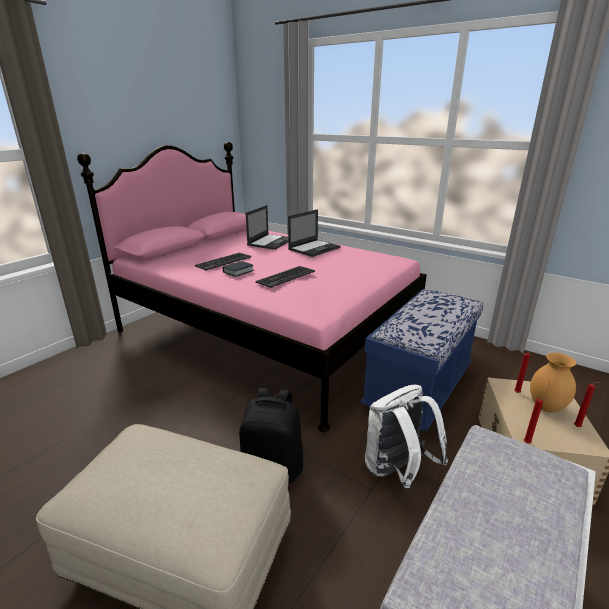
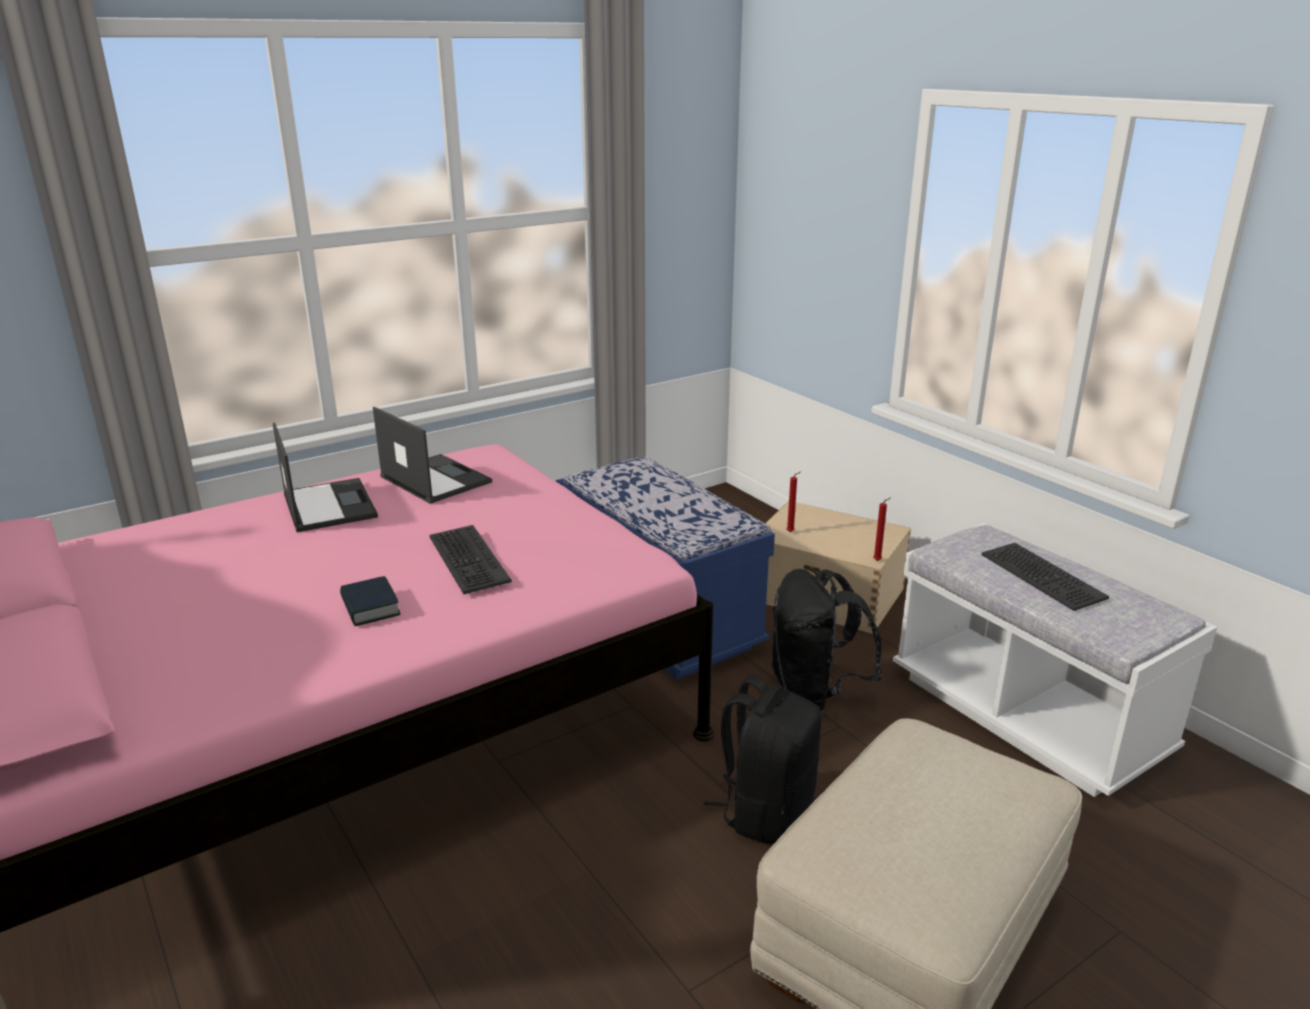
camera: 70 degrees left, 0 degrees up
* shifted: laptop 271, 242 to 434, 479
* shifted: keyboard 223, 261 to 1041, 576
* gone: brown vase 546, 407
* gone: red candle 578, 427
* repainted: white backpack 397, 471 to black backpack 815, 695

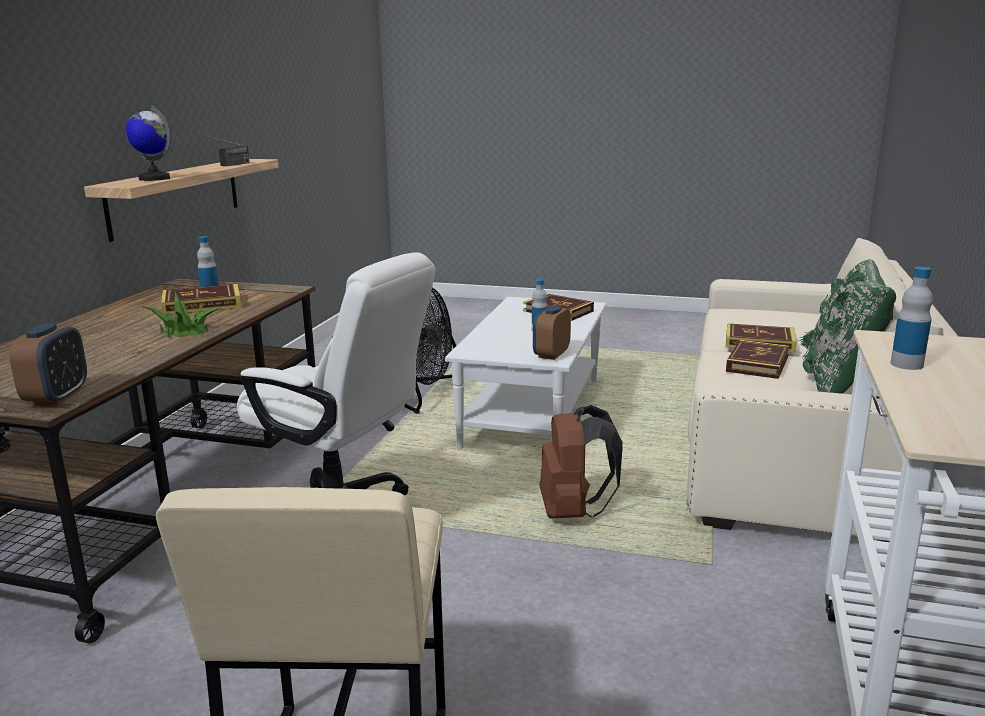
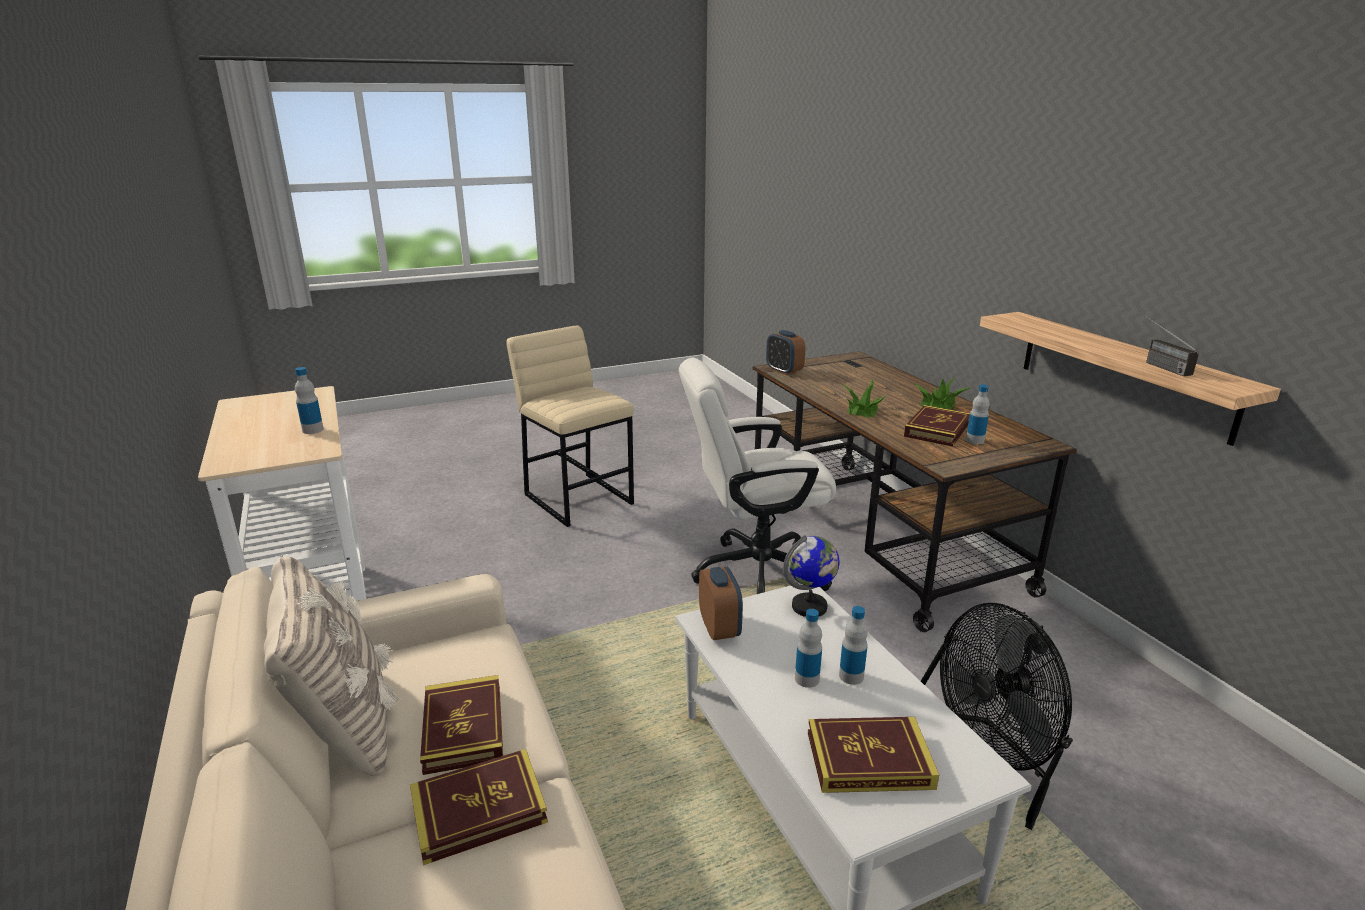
camera: 140 degrees right, 5 degrees up
* shifted: globe 154, 178 to 809, 607
* repainted: green pillow 836, 383 to beige pillow 348, 725
* gone: brown backpack 573, 512
* new: potted plant 938, 404
* new: bottle 851, 676

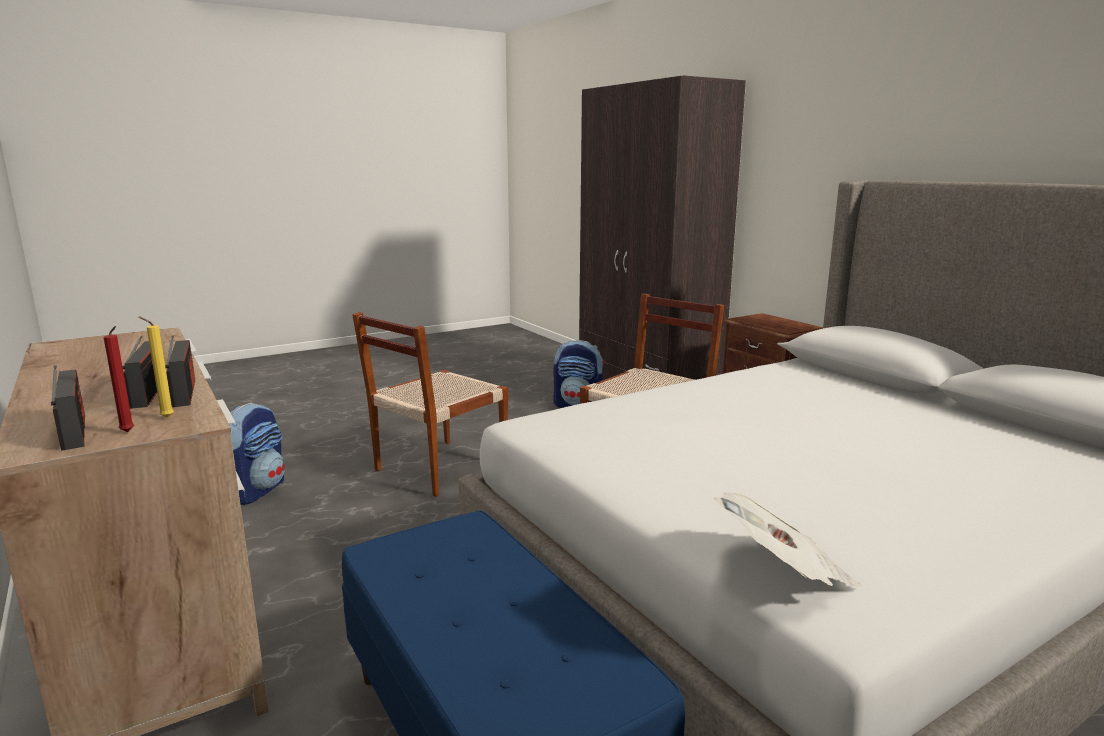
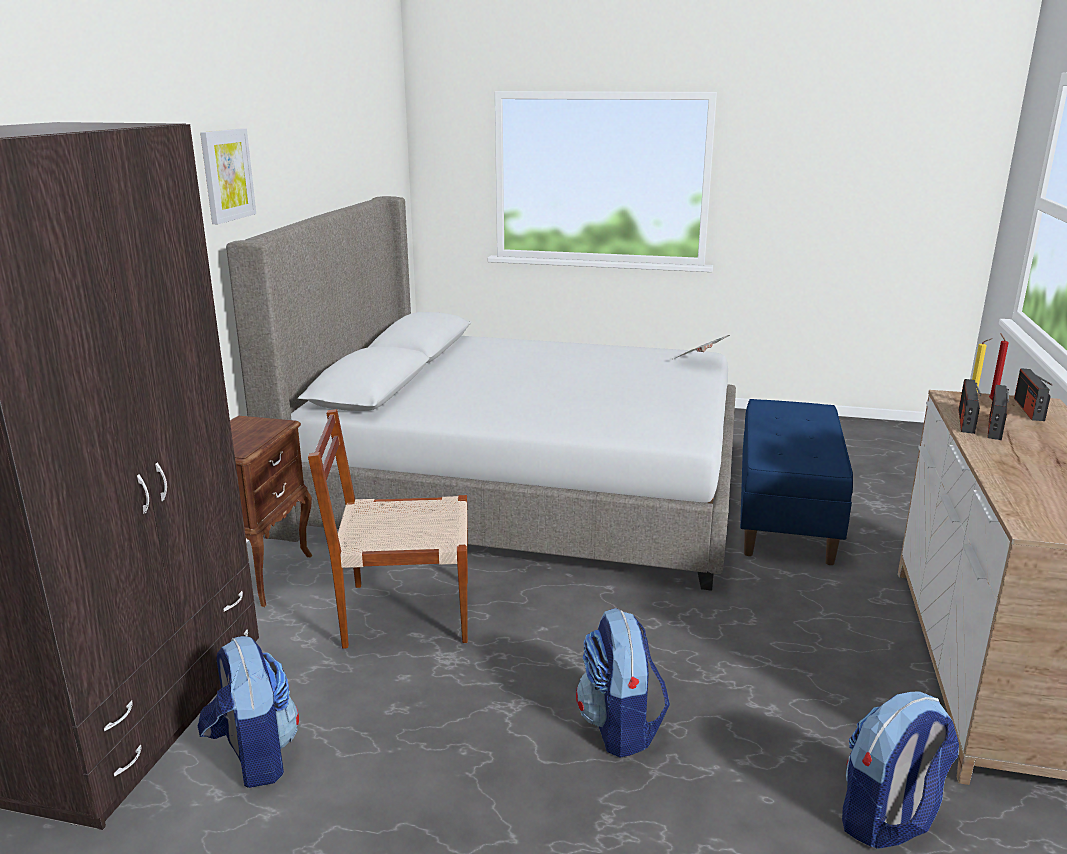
camera: 135 degrees left, 5 degrees up
* swapped: chair 438, 469 to backpack 620, 727
* new: picture 227, 175

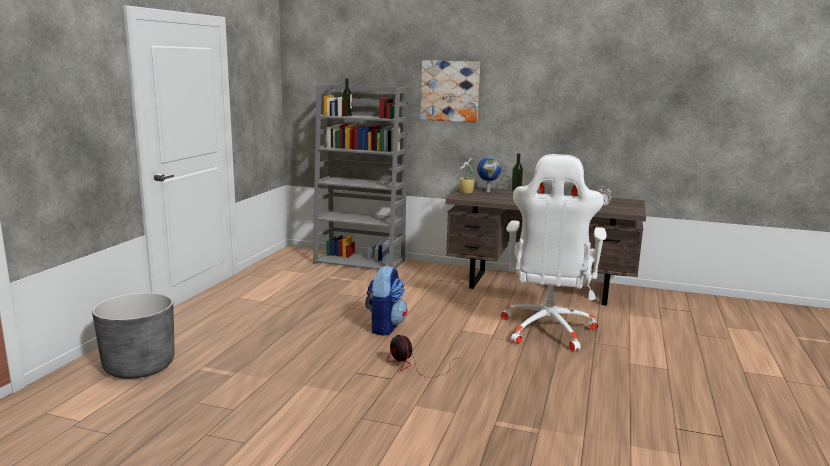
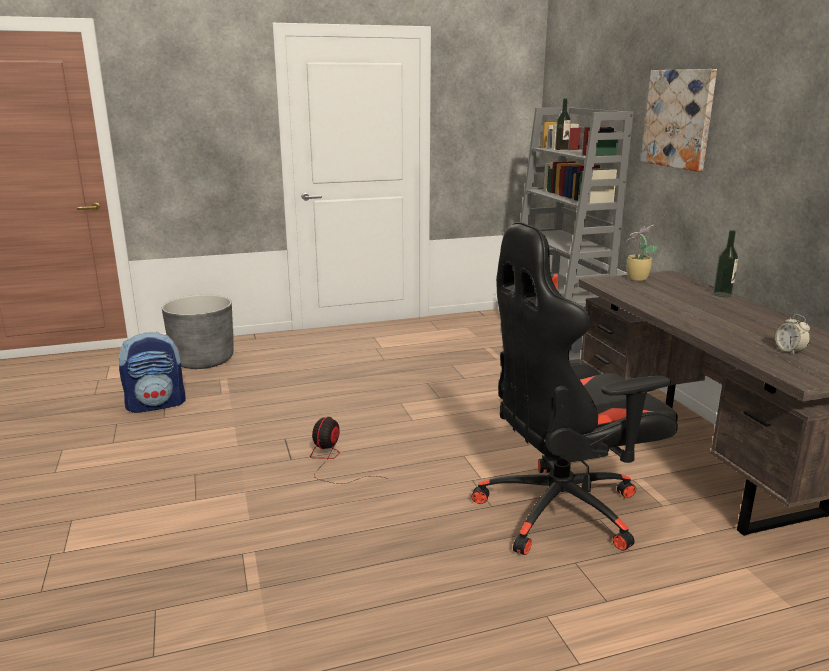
camera: 55 degrees right, 5 degrees up
* repainted: white office chair 548, 326 to black office chair 570, 508
* gone: globe 488, 192
* shifted: backpack 385, 326 to 157, 404

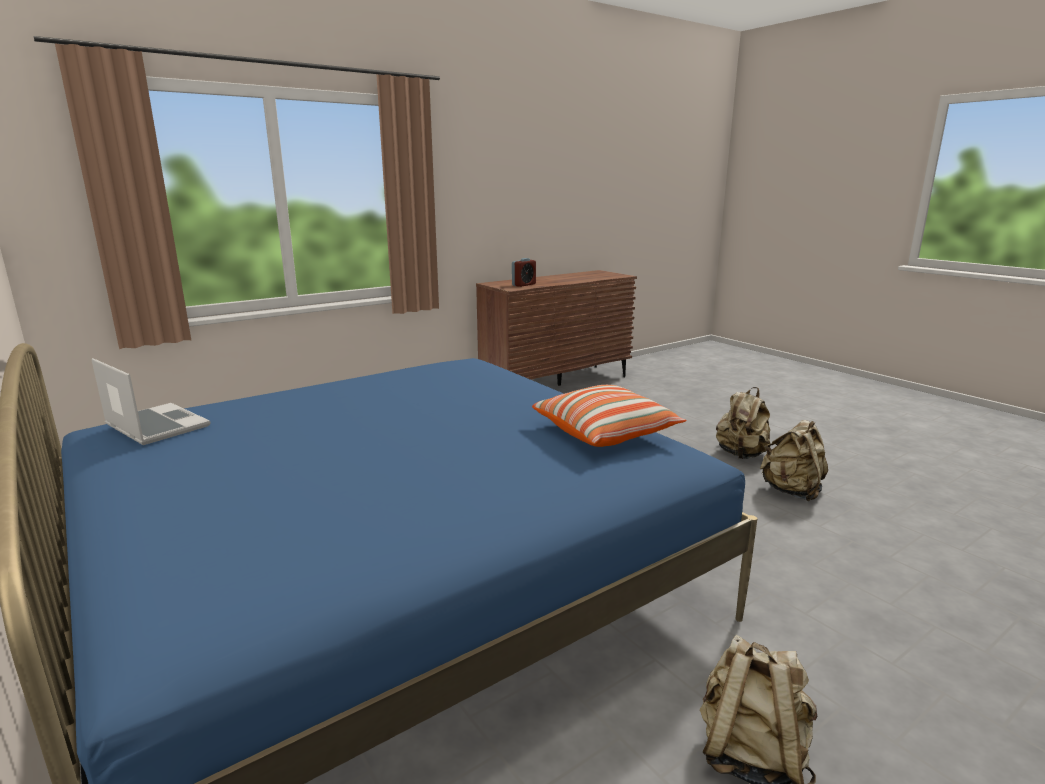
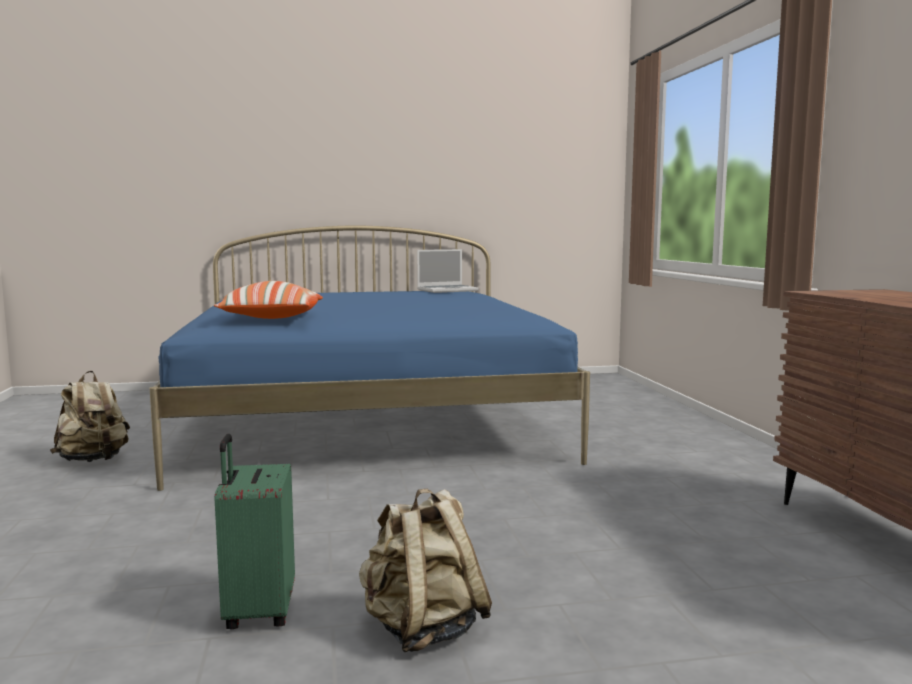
camera: 115 degrees right, 10 degrees down
* gone: alarm clock 524, 285
* swapped: beige backpack 791, 491 to green suitcase 258, 611

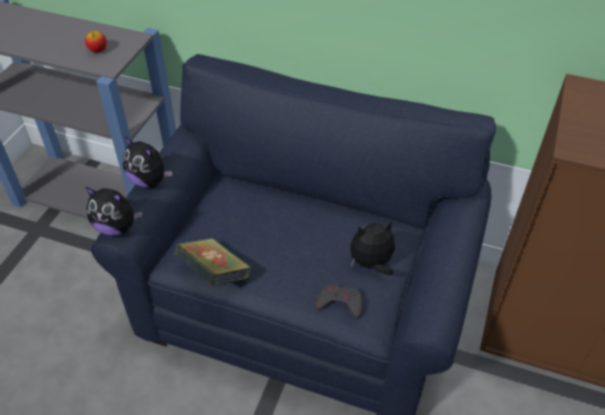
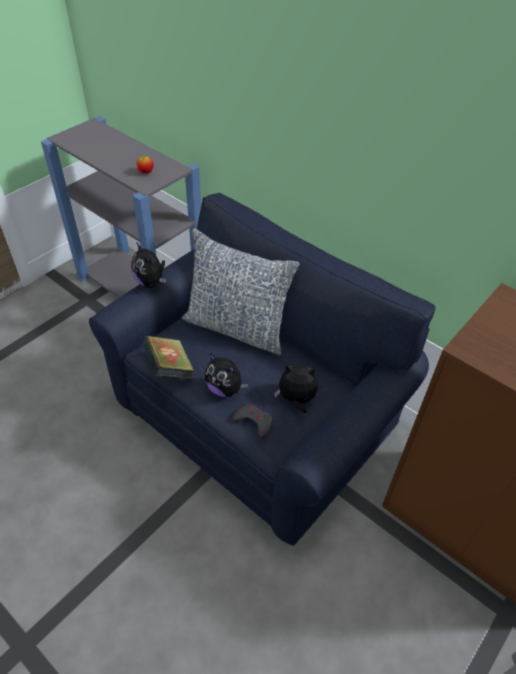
camera: 20 degrees right, 0 degrees up
* shifted: plush toy 116, 227 to 225, 389
* new: pillow 237, 327

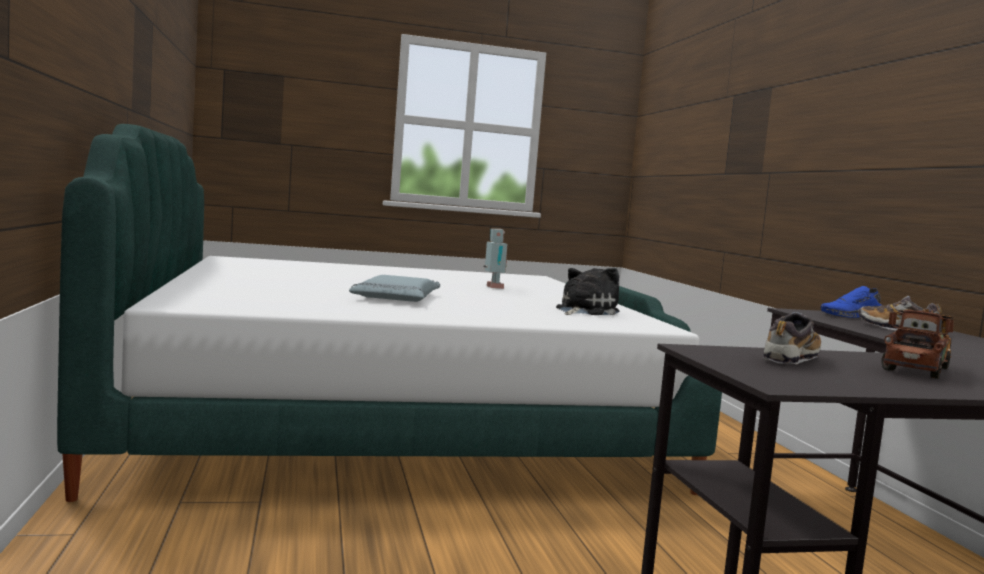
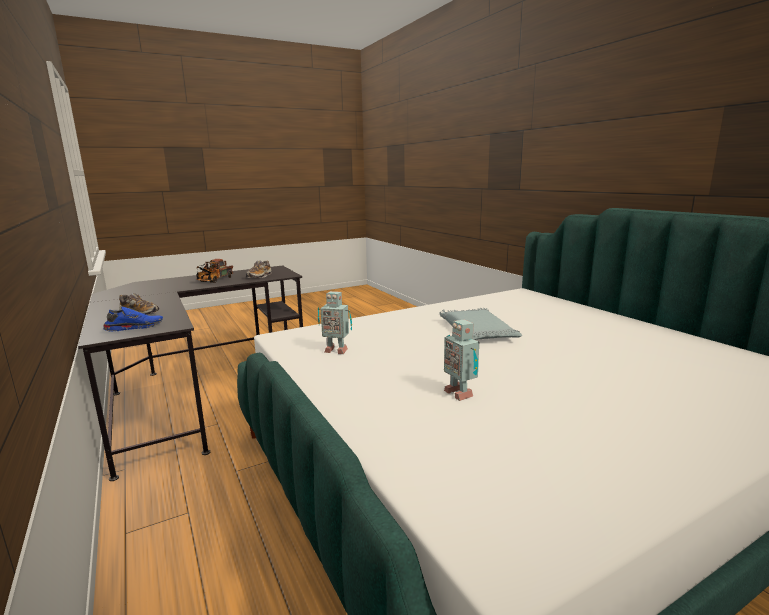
camera: 165 degrees right, 10 degrees up
* swapped: plush toy 584, 311 to toy robot 336, 350

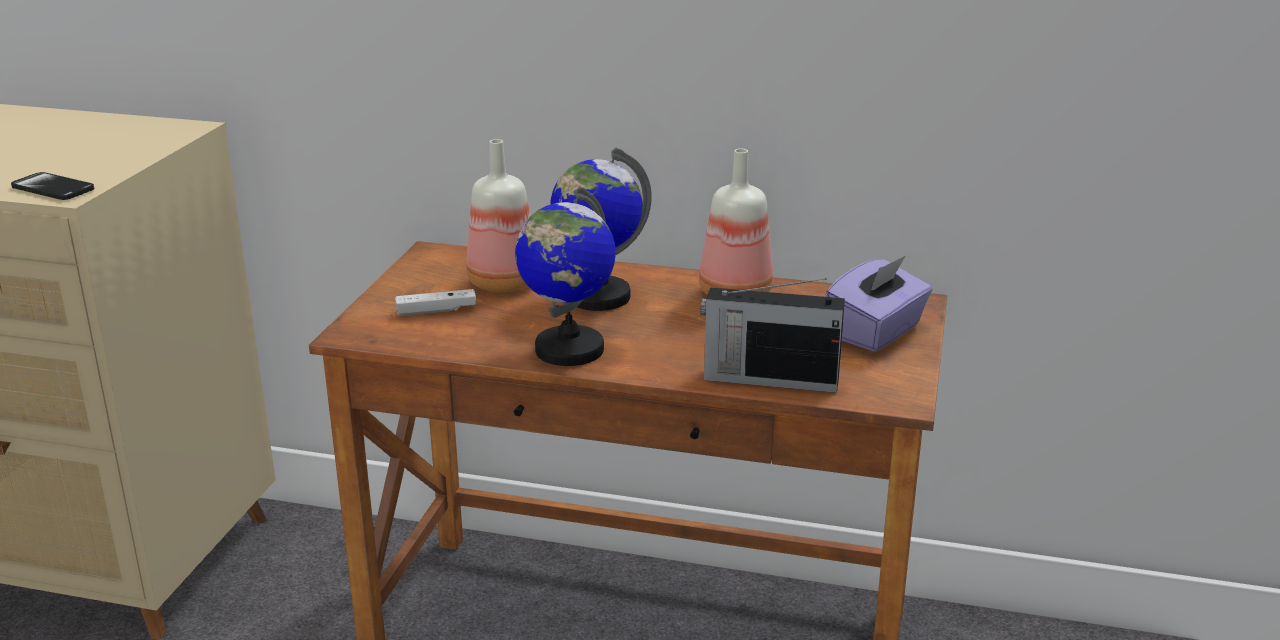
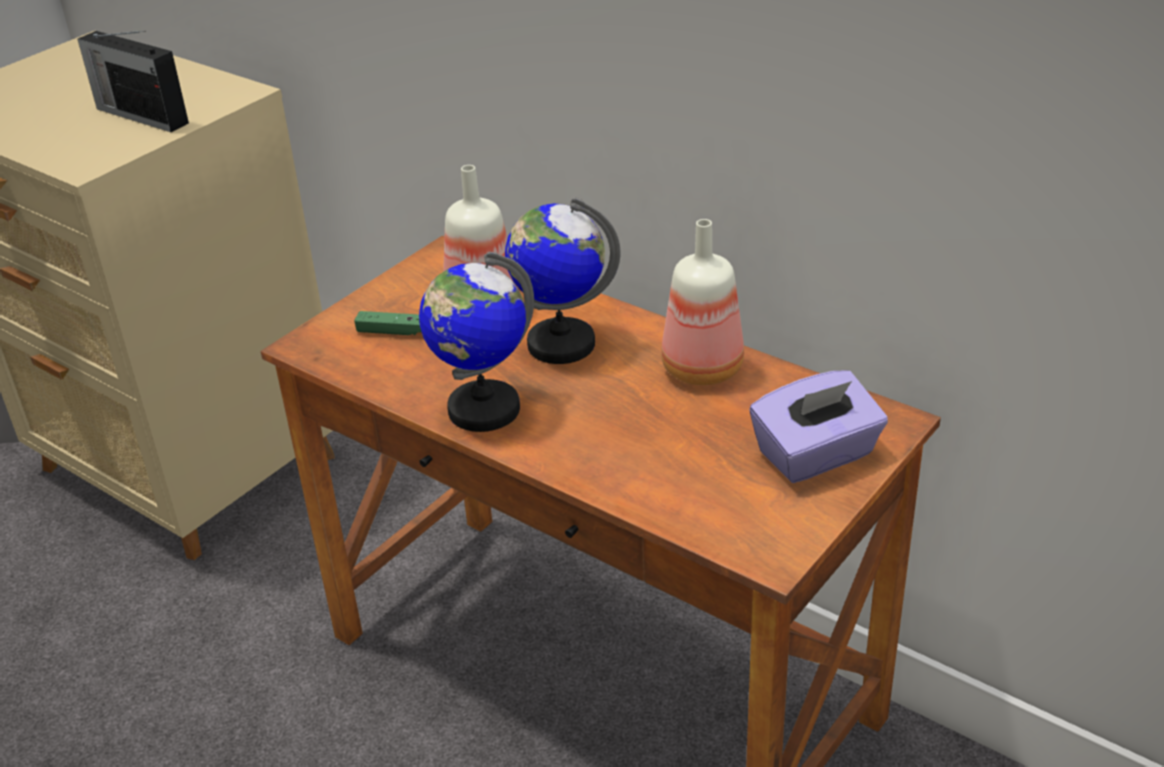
camera: 25 degrees right, 10 degrees up
* gone: phone 53, 188
* shifted: radio 768, 379 to 141, 115
* repainted: white game controller 436, 311 to green game controller 397, 332

